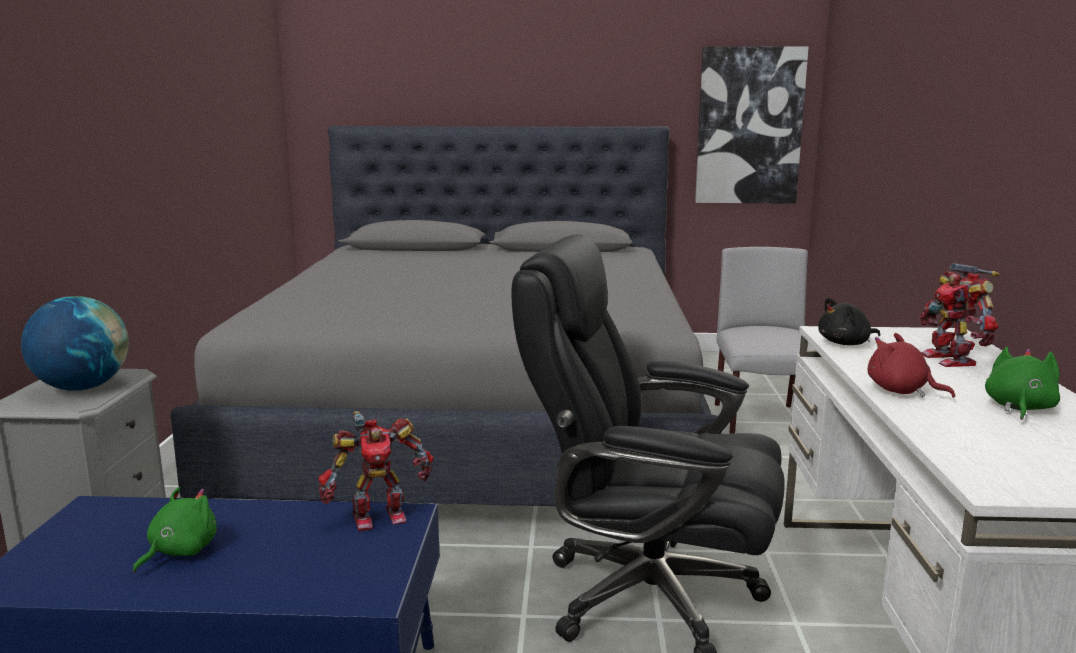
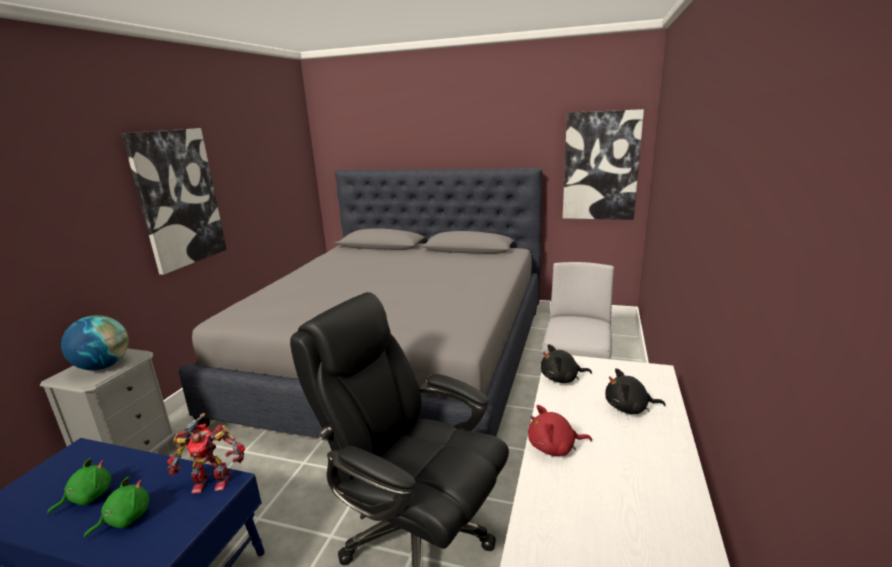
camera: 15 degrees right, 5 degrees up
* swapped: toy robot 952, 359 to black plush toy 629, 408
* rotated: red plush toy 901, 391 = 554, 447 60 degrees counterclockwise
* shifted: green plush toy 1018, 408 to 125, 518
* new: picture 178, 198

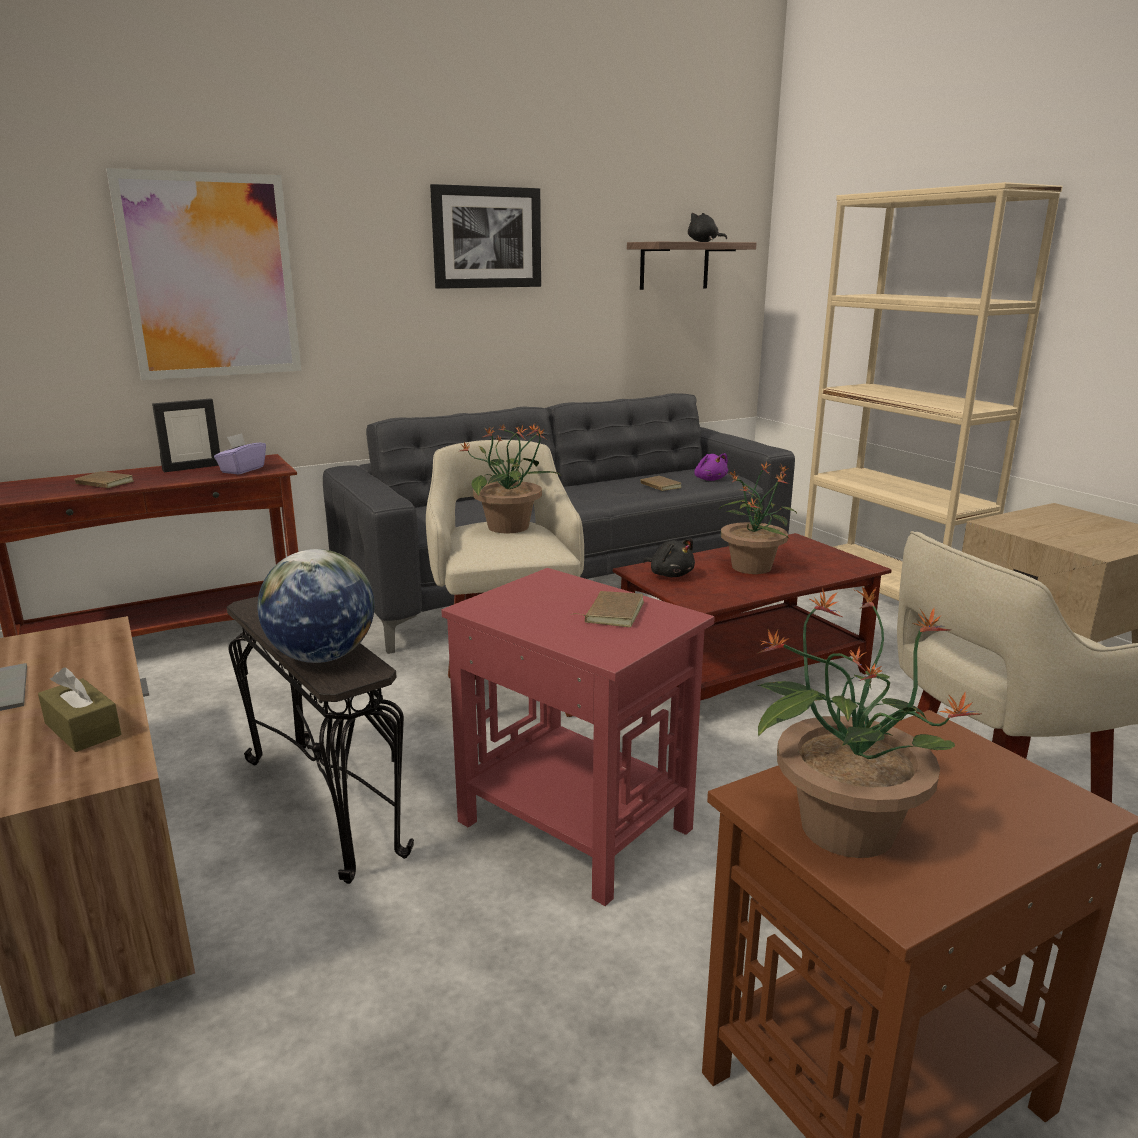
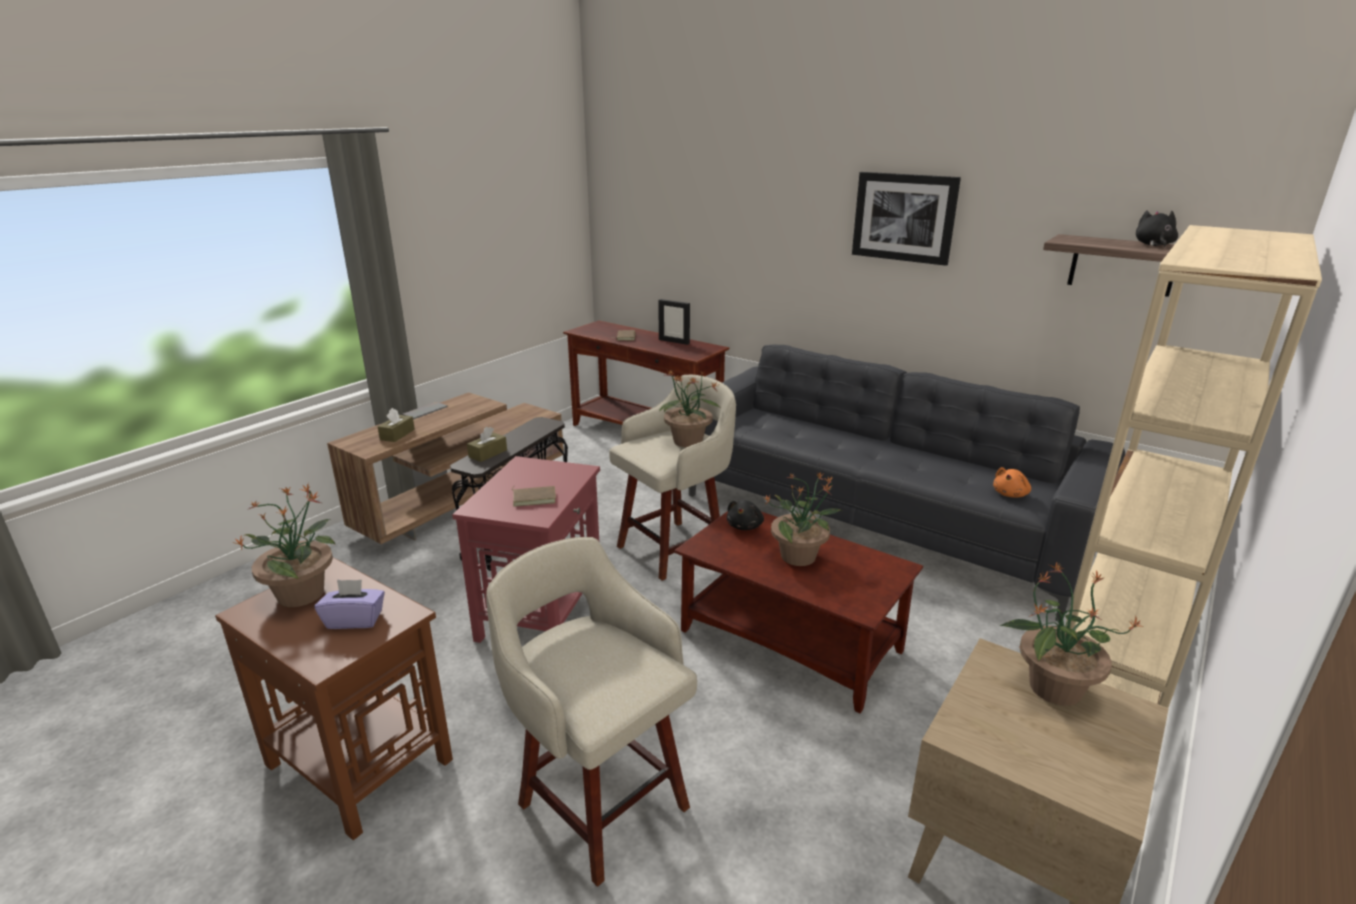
camera: 65 degrees right, 5 degrees up
* gone: picture 210, 277
* shifted: purple tissue box 242, 470 to 355, 620
* repainted: purple plush toy 710, 479 to orange plush toy 1010, 494
* gone: brown book 659, 486
* swapped: globe 322, 657 to brown tissue box 488, 453
* new: potted plant 1053, 688

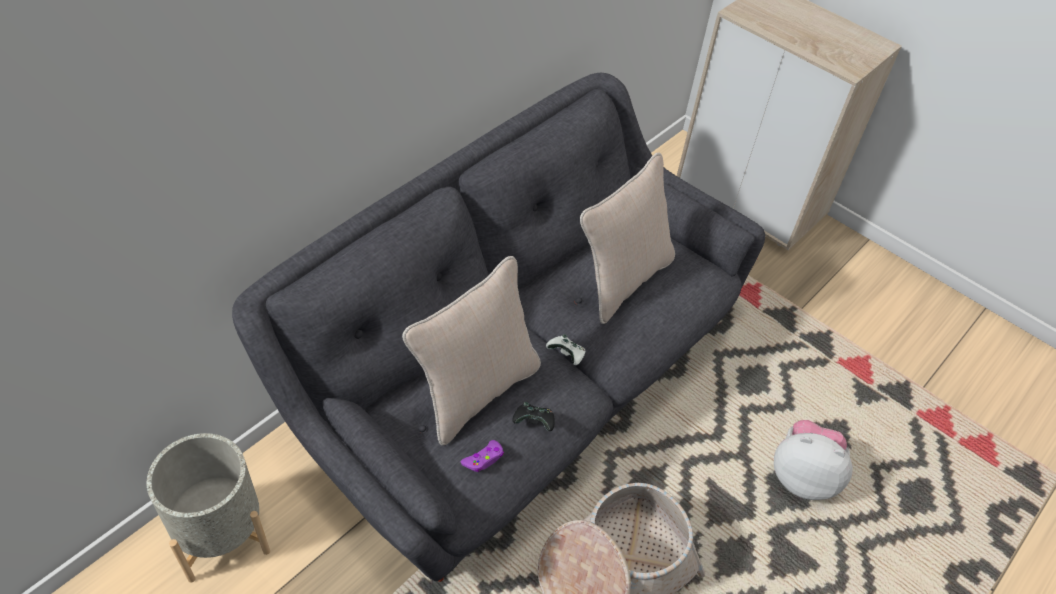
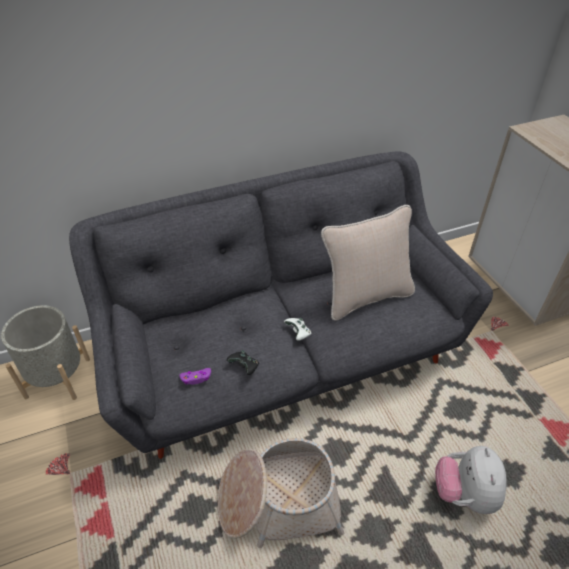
camera: 30 degrees right, 5 degrees down
* gone: beige pillow 476, 392
* rotated: plush toy 802, 476 = 464, 494 135 degrees counterclockwise

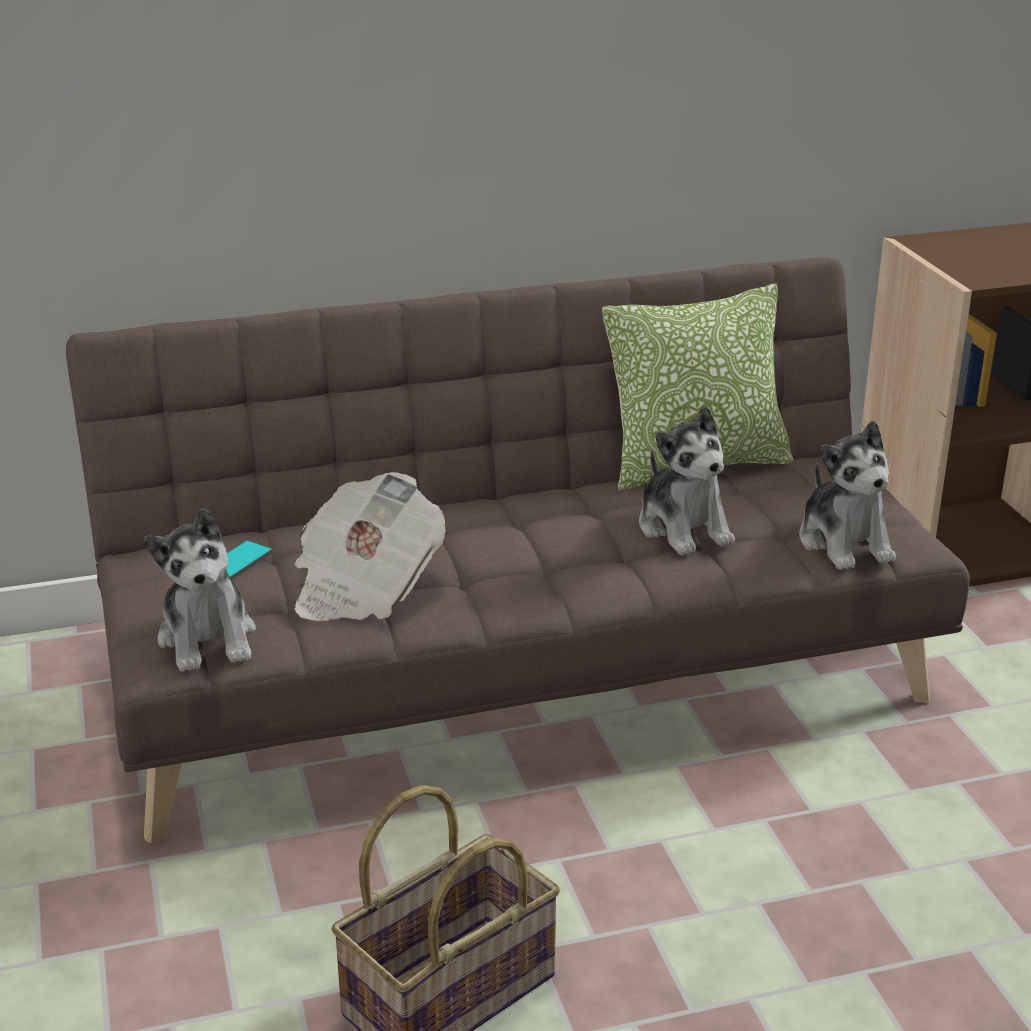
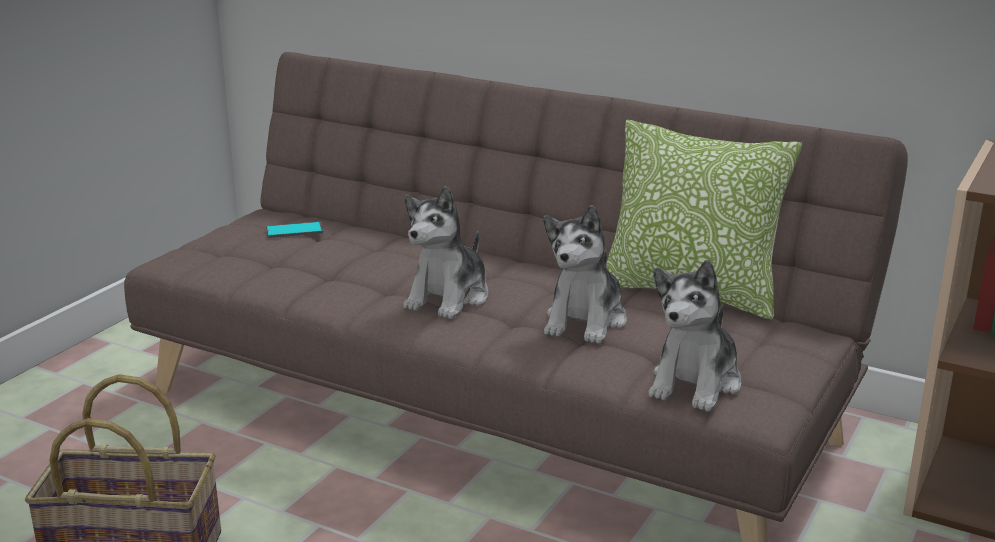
camera: 45 degrees right, 5 degrees down
* gone: newspaper 364, 587
* shifted: plush toy 208, 638 to 449, 298

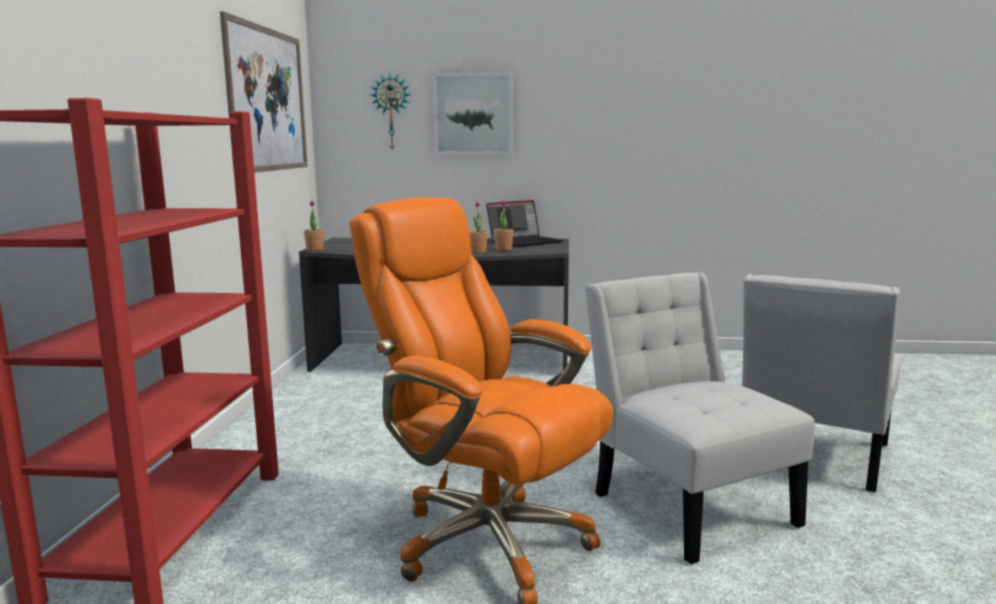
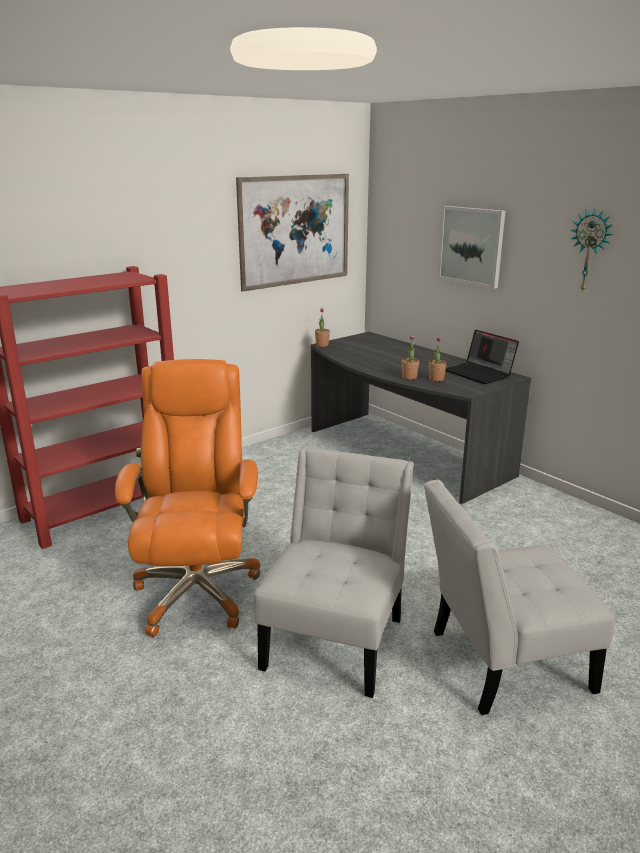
camera: 45 degrees right, 10 degrees up
* shifted: wall clock 391, 112 to 590, 250
* rotated: laptop 525, 242 = 479, 373 45 degrees clockwise

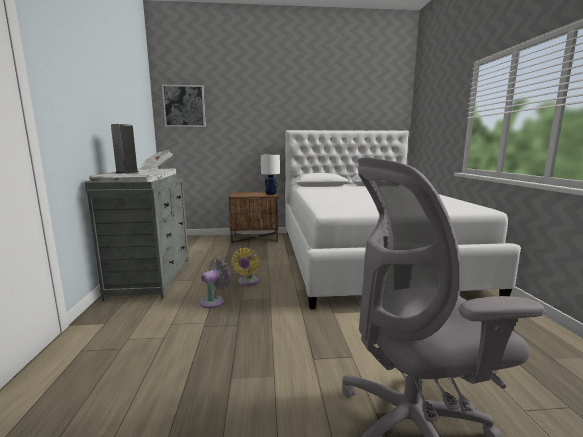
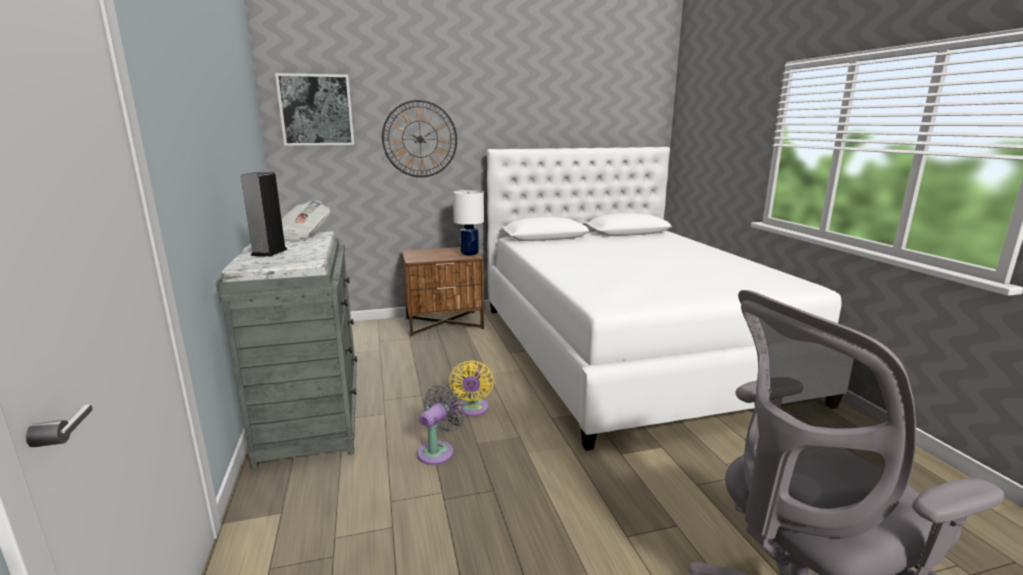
camera: 10 degrees left, 5 degrees up
* new: wall clock 420, 139

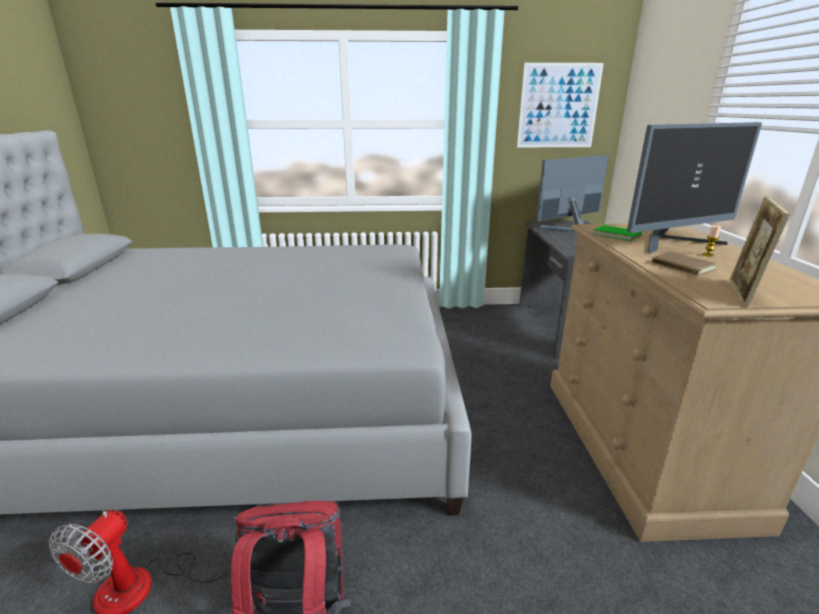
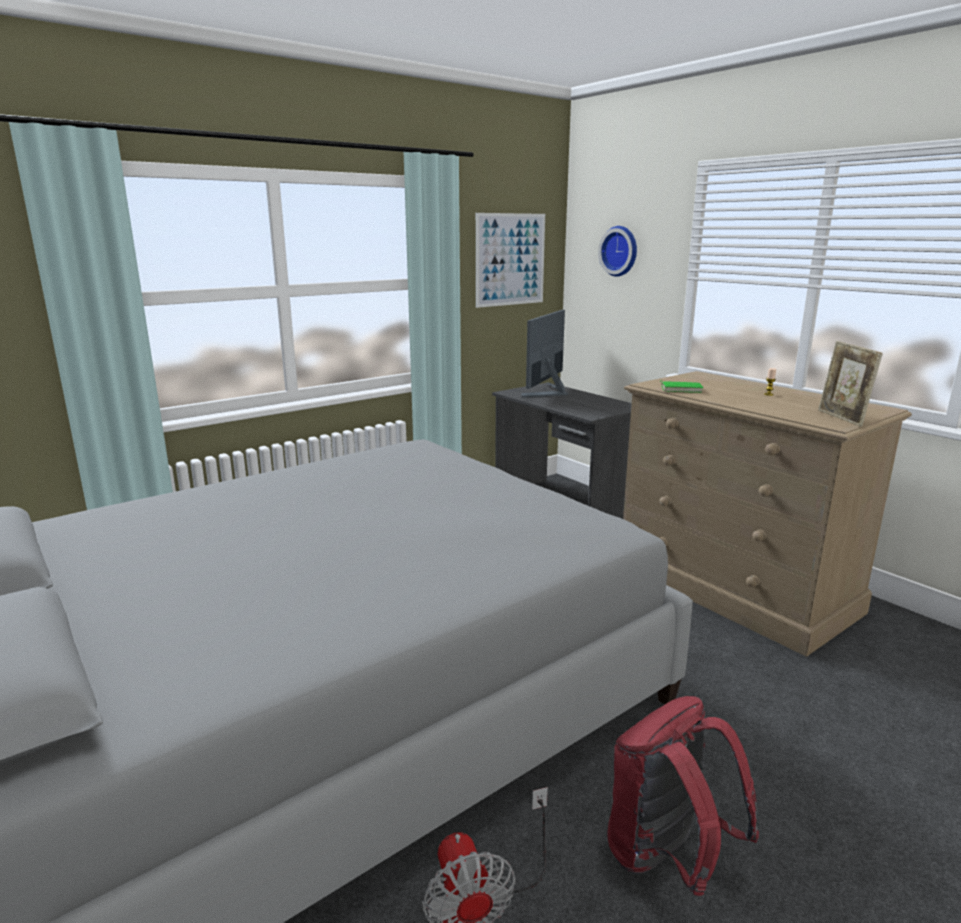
camera: 35 degrees left, 5 degrees down
* gone: monitor 673, 243
* gone: brown book 681, 267
* new: wall clock 620, 251

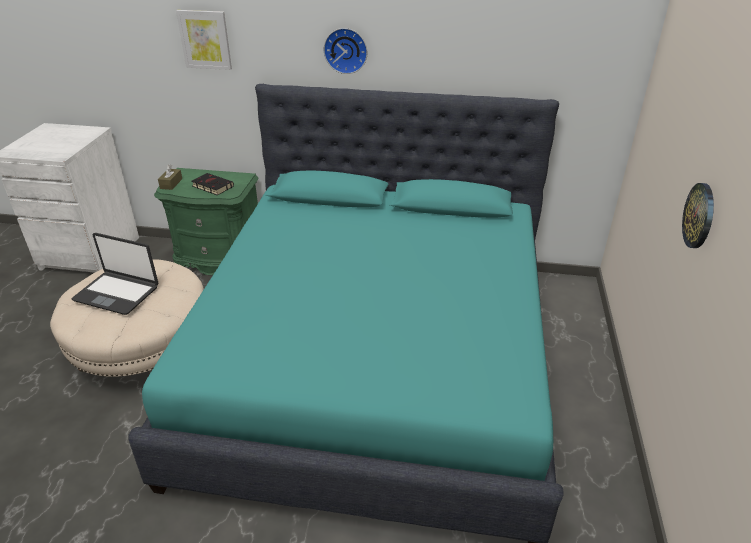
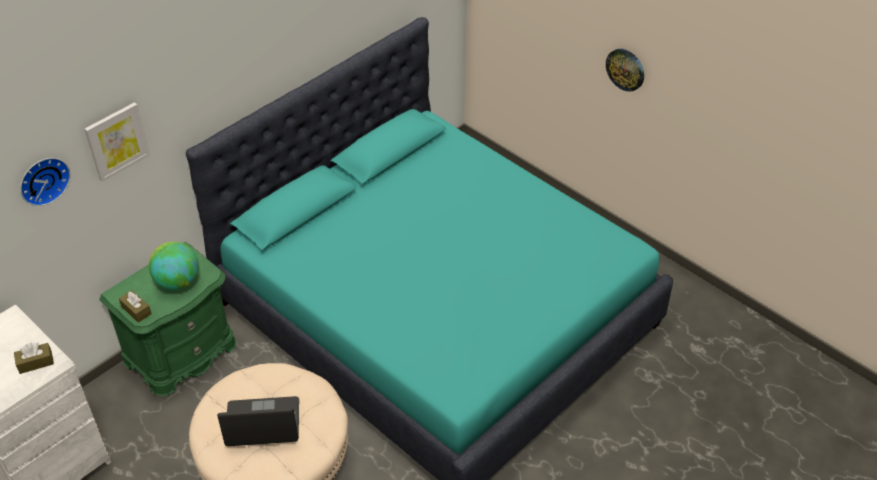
camera: 55 degrees left, 10 degrees up
* shifted: wall clock 346, 50 to 43, 179
* swapped: black book 211, 186 to globe 177, 282
* rotated: laptop 117, 293 = 262, 424 150 degrees counterclockwise
* new: brown tissue box 35, 362

